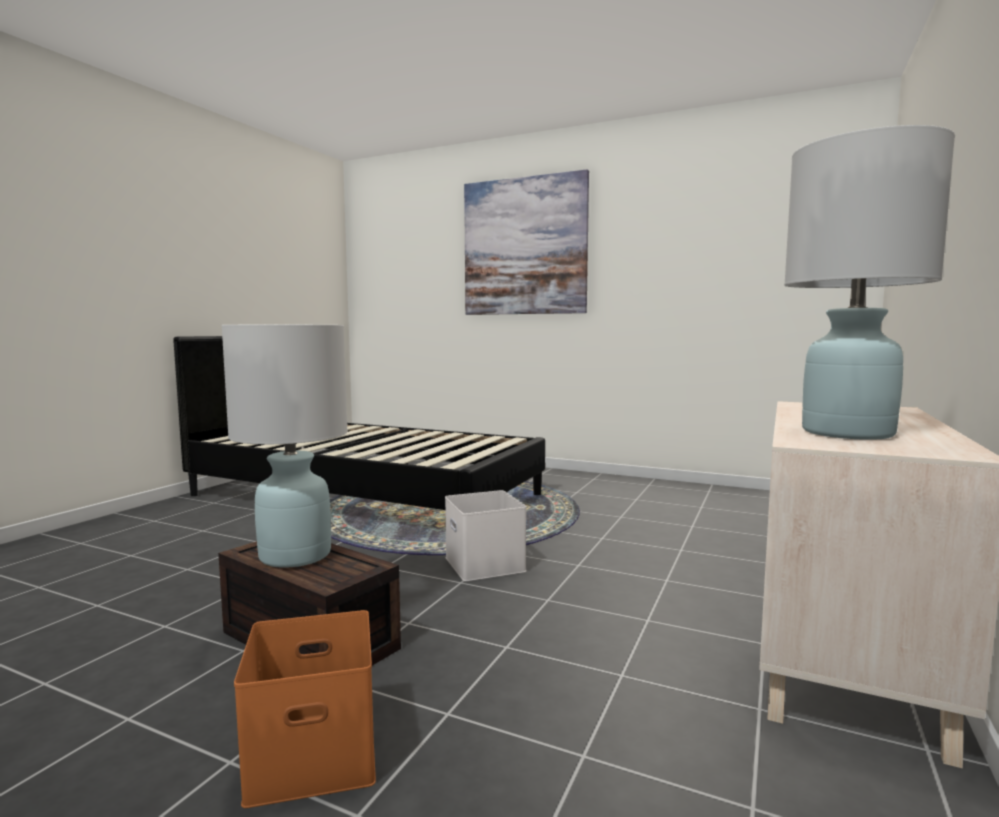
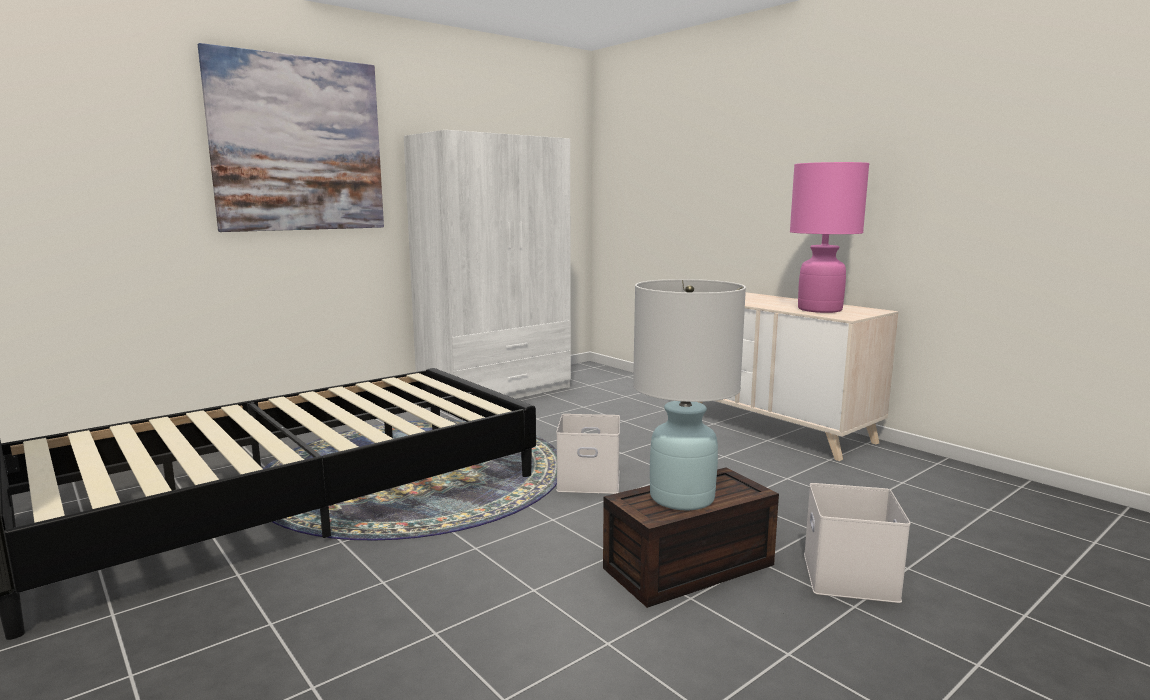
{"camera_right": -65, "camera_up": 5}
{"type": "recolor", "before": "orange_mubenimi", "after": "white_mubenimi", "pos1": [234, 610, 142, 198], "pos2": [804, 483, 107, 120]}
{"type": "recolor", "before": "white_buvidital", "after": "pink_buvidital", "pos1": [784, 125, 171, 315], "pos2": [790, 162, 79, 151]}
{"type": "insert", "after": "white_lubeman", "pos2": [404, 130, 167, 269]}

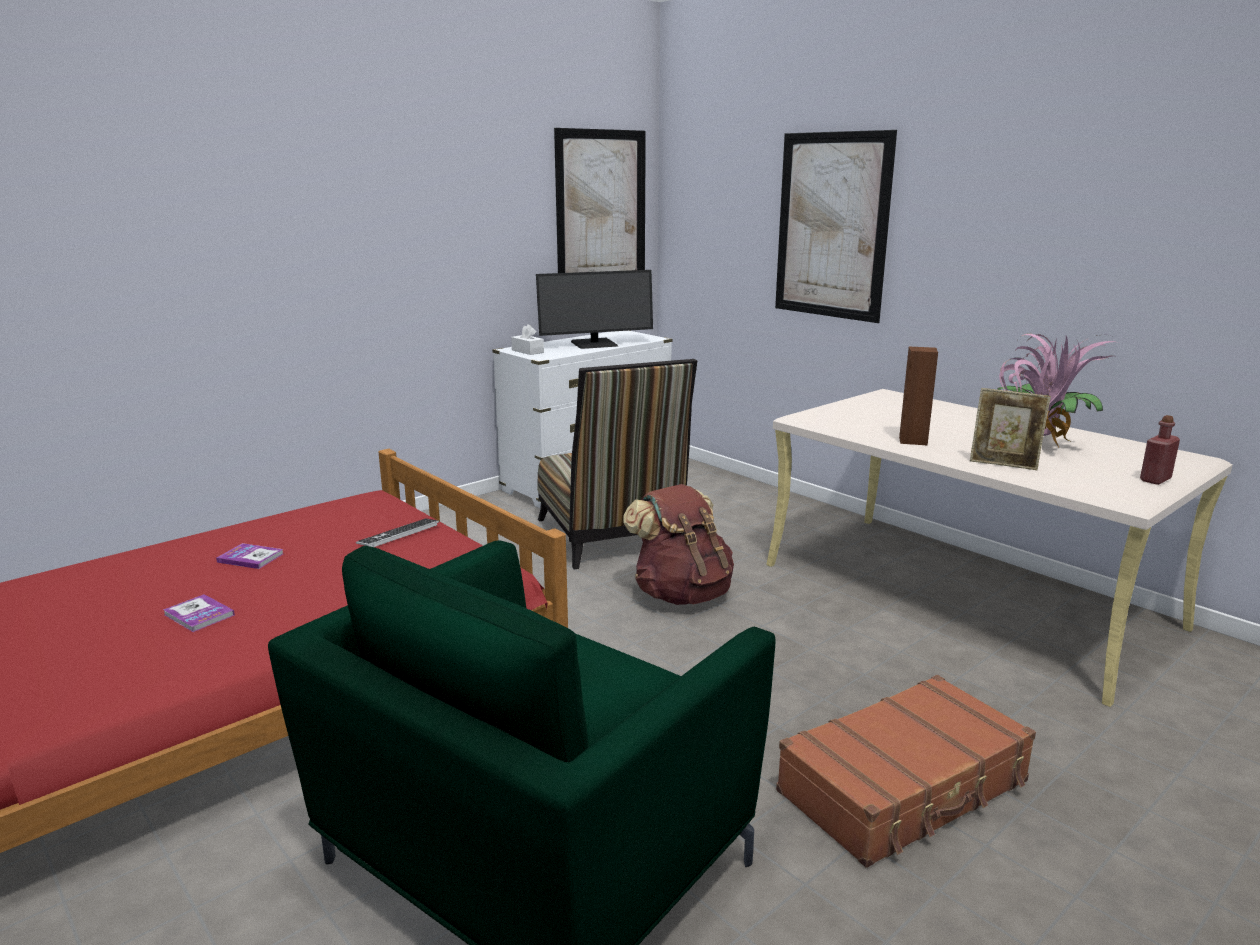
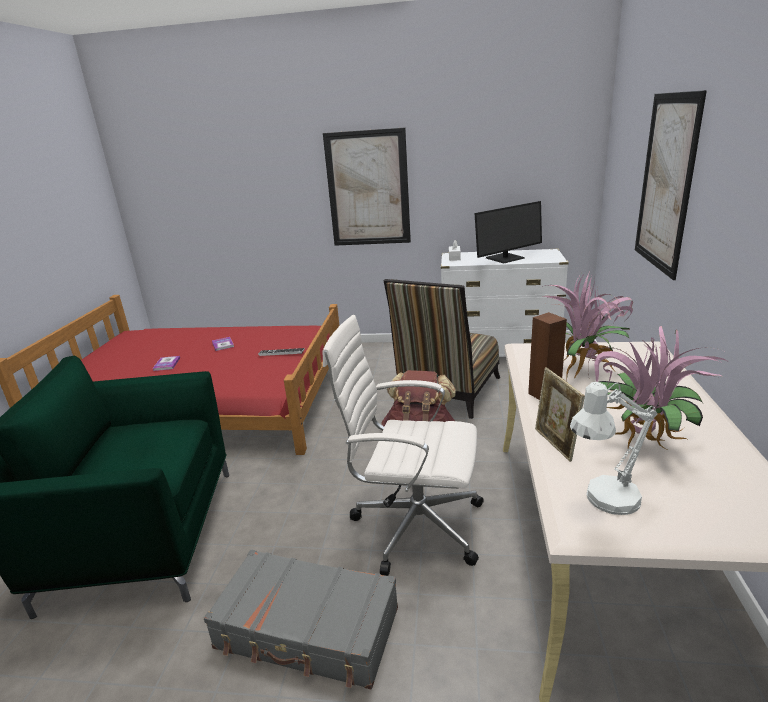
{"camera_right": 50, "camera_up": 5}
{"type": "rotate", "before": "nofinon", "pos1": [536, 270, 117, 79], "pos2": [474, 201, 68, 62], "turn": -60}
{"type": "move", "before": "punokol", "pos1": [554, 128, 92, 145], "pos2": [323, 128, 88, 118]}
{"type": "recolor", "before": "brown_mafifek", "after": "grey_mafifek", "pos1": [776, 675, 260, 193], "pos2": [204, 549, 194, 140]}
{"type": "delete", "before": "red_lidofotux", "pos1": [1140, 415, 40, 70]}
{"type": "insert", "after": "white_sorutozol", "pos2": [322, 315, 162, 261]}
{"type": "insert", "after": "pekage", "pos2": [542, 270, 91, 111]}
{"type": "insert", "after": "white_buvidital", "pos2": [570, 382, 88, 133]}

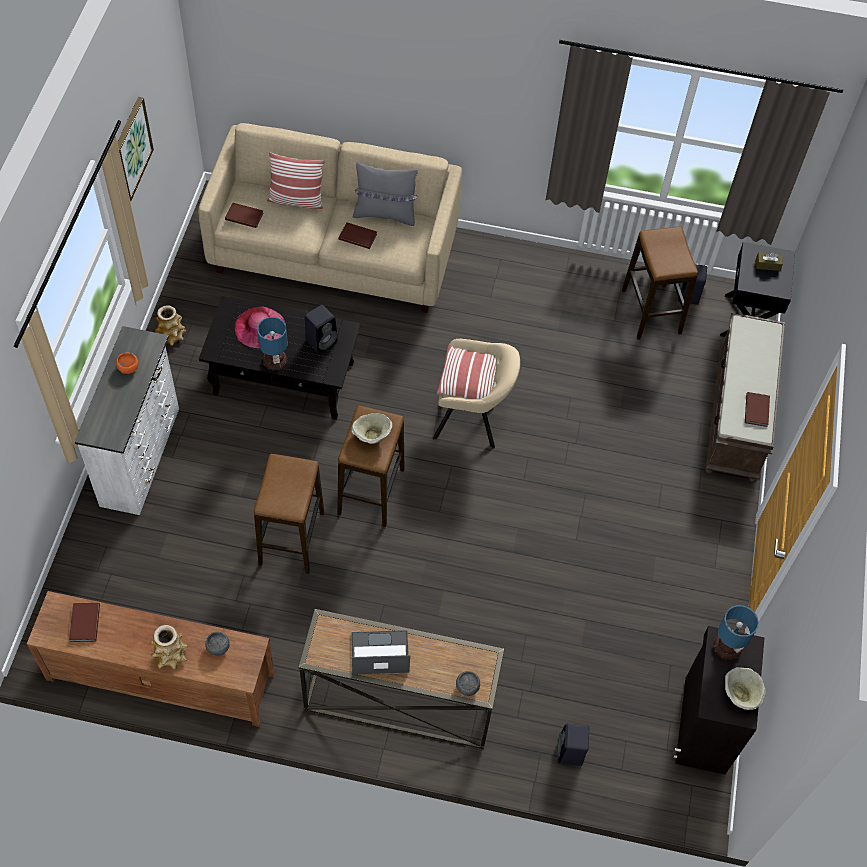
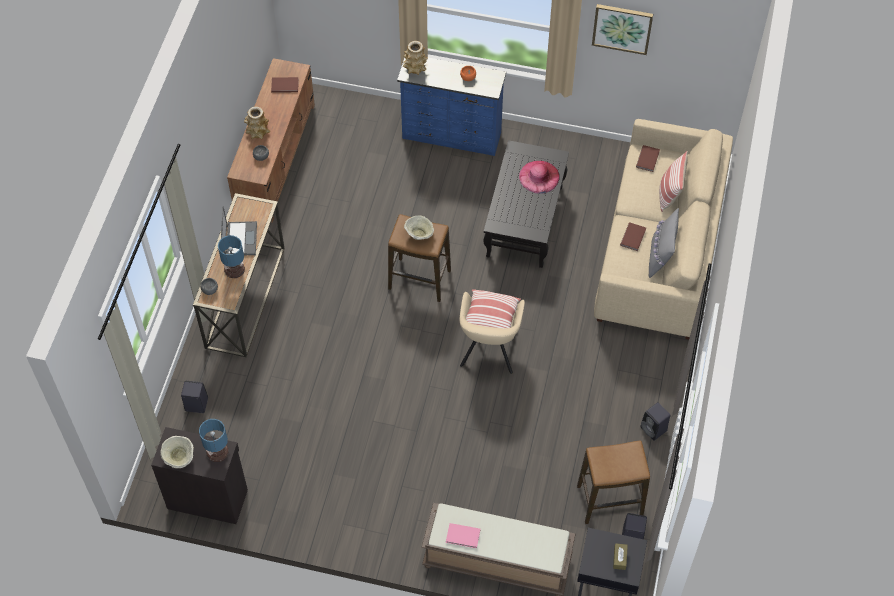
{"camera_right": 95, "camera_up": 0}
{"type": "recolor", "before": "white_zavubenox", "after": "blue_zavubenox", "pos1": [75, 326, 104, 189], "pos2": [397, 54, 109, 102]}
{"type": "move", "before": "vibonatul", "pos1": [155, 305, 31, 41], "pos2": [403, 41, 25, 34]}
{"type": "delete", "before": "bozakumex", "pos1": [254, 454, 70, 120]}
{"type": "move", "before": "buvidital", "pos1": [257, 317, 31, 53], "pos2": [218, 235, 27, 43]}
{"type": "move", "before": "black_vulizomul", "pos1": [305, 305, 33, 48], "pos2": [641, 402, 30, 39]}
{"type": "recolor", "before": "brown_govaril", "after": "pink_govaril", "pos1": [745, 392, 25, 35], "pos2": [446, 523, 35, 25]}

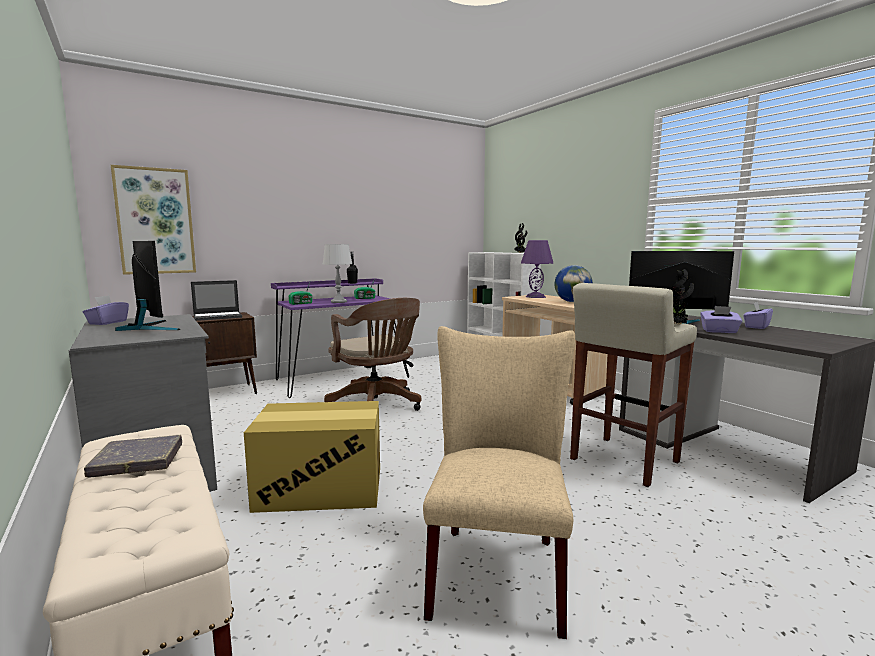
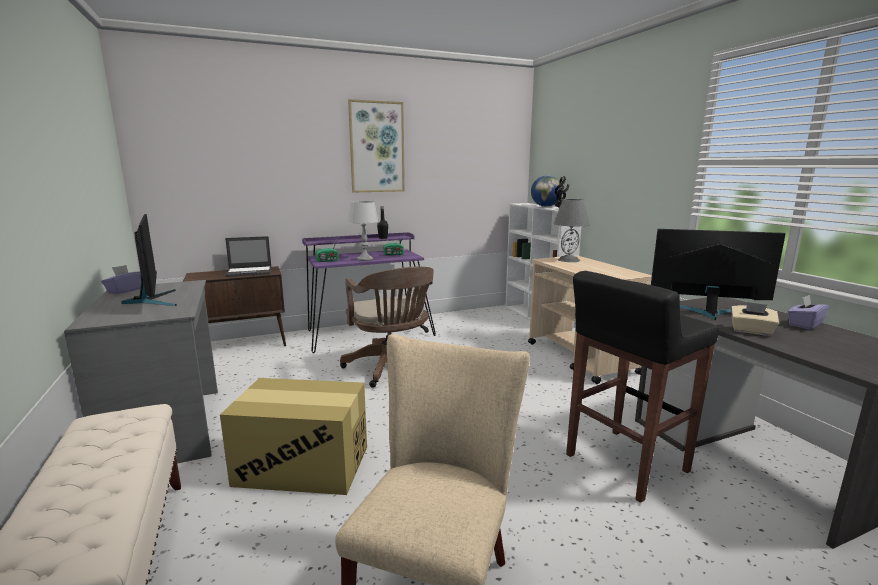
{"camera_right": 10, "camera_up": 5}
{"type": "delete", "before": "grey_govaril", "pos1": [84, 435, 98, 43]}
{"type": "move", "before": "punokol", "pos1": [111, 165, 85, 110], "pos2": [348, 99, 57, 94]}
{"type": "recolor", "before": "purple_buvidital", "after": "grey_buvidital", "pos1": [521, 240, 32, 58], "pos2": [554, 199, 36, 63]}
{"type": "move", "before": "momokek", "pos1": [554, 265, 39, 37], "pos2": [531, 175, 31, 32]}
{"type": "recolor", "before": "beige_bozakumex", "after": "black_bozakumex", "pos1": [570, 283, 127, 204], "pos2": [566, 271, 153, 232]}
{"type": "delete", "before": "pekage", "pos1": [670, 269, 24, 56]}
{"type": "recolor", "before": "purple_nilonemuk", "after": "beige_nilonemuk", "pos1": [700, 306, 42, 27], "pos2": [731, 302, 48, 34]}

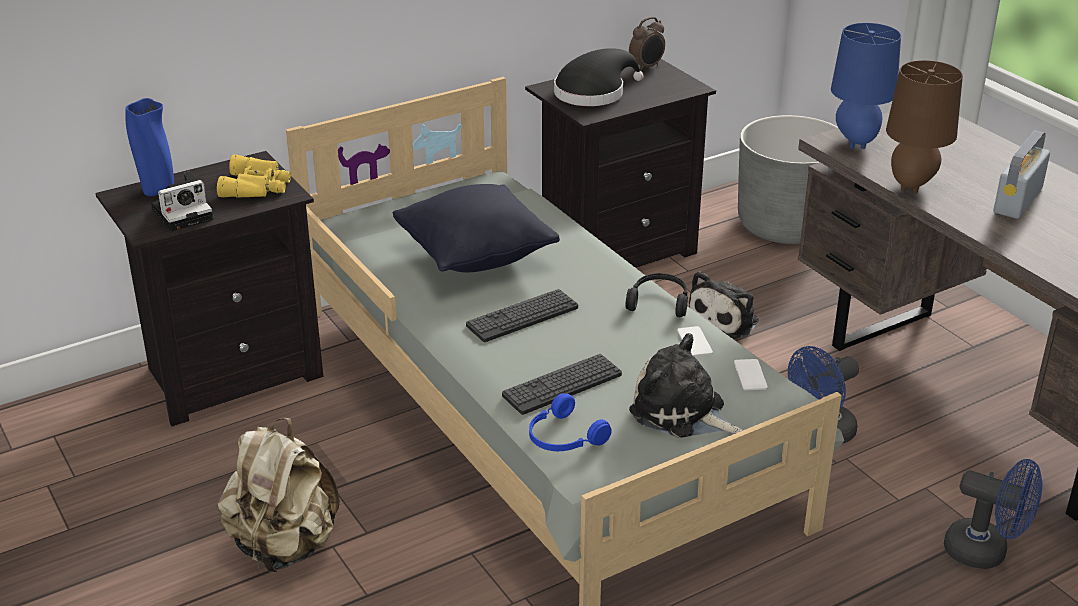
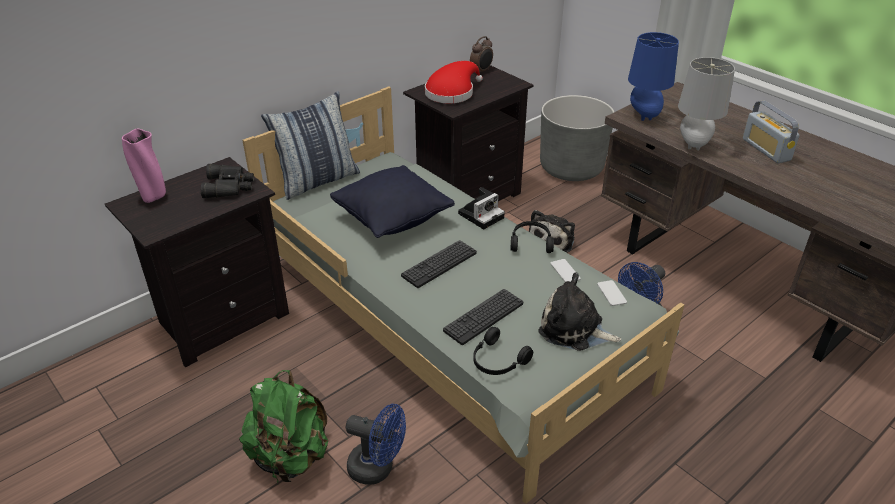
{"camera_right": -10, "camera_up": 5}
{"type": "recolor", "before": "blue_vibonatul", "after": "pink_vibonatul", "pos1": [125, 98, 49, 98], "pos2": [122, 129, 44, 74]}
{"type": "move", "before": "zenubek", "pos1": [151, 171, 62, 60], "pos2": [458, 187, 47, 43]}
{"type": "recolor", "before": "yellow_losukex", "after": "black_losukex", "pos1": [217, 155, 74, 43], "pos2": [201, 164, 53, 34]}
{"type": "recolor", "before": "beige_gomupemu", "after": "green_gomupemu", "pos1": [217, 418, 123, 154], "pos2": [239, 370, 89, 114]}
{"type": "recolor", "before": "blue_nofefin", "after": "black_nofefin", "pos1": [529, 393, 83, 58], "pos2": [473, 327, 60, 48]}
{"type": "recolor", "before": "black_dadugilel", "after": "red_dadugilel", "pos1": [554, 48, 90, 58], "pos2": [425, 61, 58, 43]}
{"type": "recolor", "before": "brown_buvidital", "after": "grey_buvidital", "pos1": [886, 60, 77, 134], "pos2": [678, 57, 57, 94]}
{"type": "move", "before": "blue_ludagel", "pos1": [944, 459, 99, 110], "pos2": [346, 404, 60, 81]}
{"type": "rotate", "before": "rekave", "pos1": [994, 130, 56, 89], "pos2": [743, 101, 57, 62], "turn": -45}
{"type": "insert", "after": "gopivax", "pos2": [261, 91, 99, 109]}

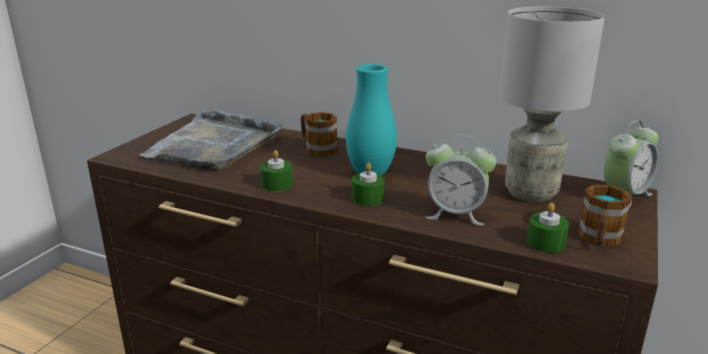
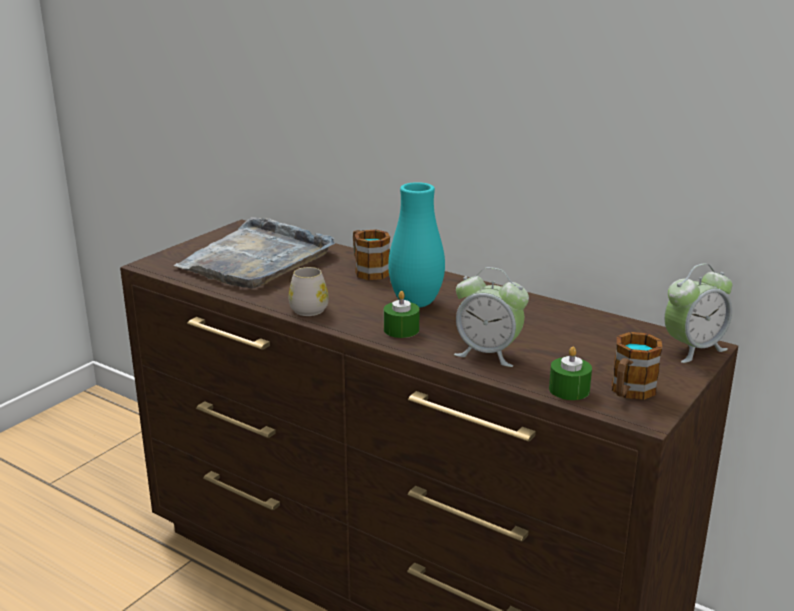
{"camera_right": 10, "camera_up": 0}
{"type": "replace", "before": "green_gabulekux", "after": "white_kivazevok", "pos1": [260, 150, 33, 42], "pos2": [289, 267, 40, 49]}
{"type": "delete", "before": "grey_buvidital", "pos1": [499, 6, 106, 196]}

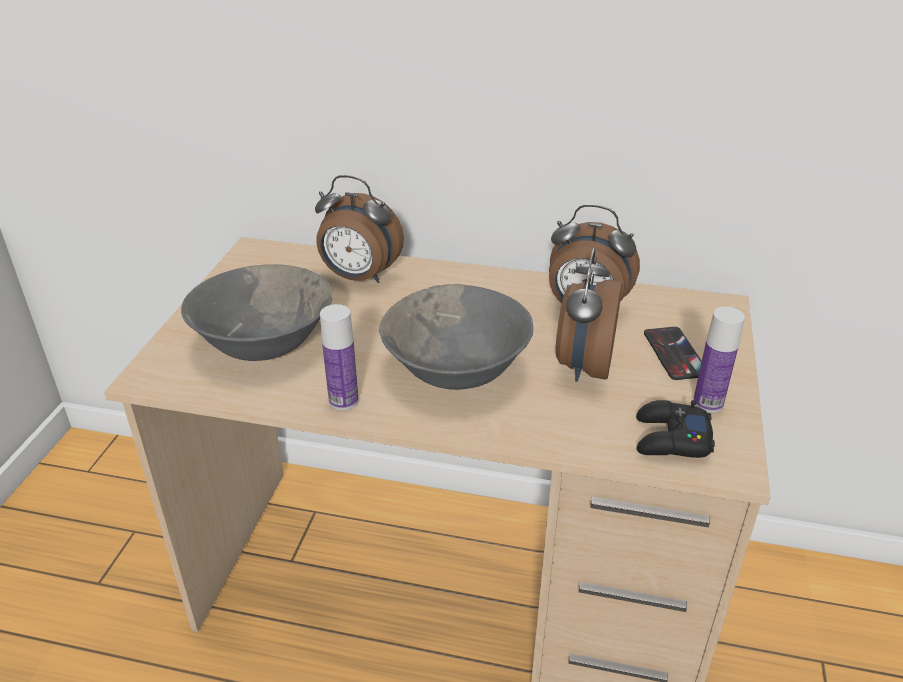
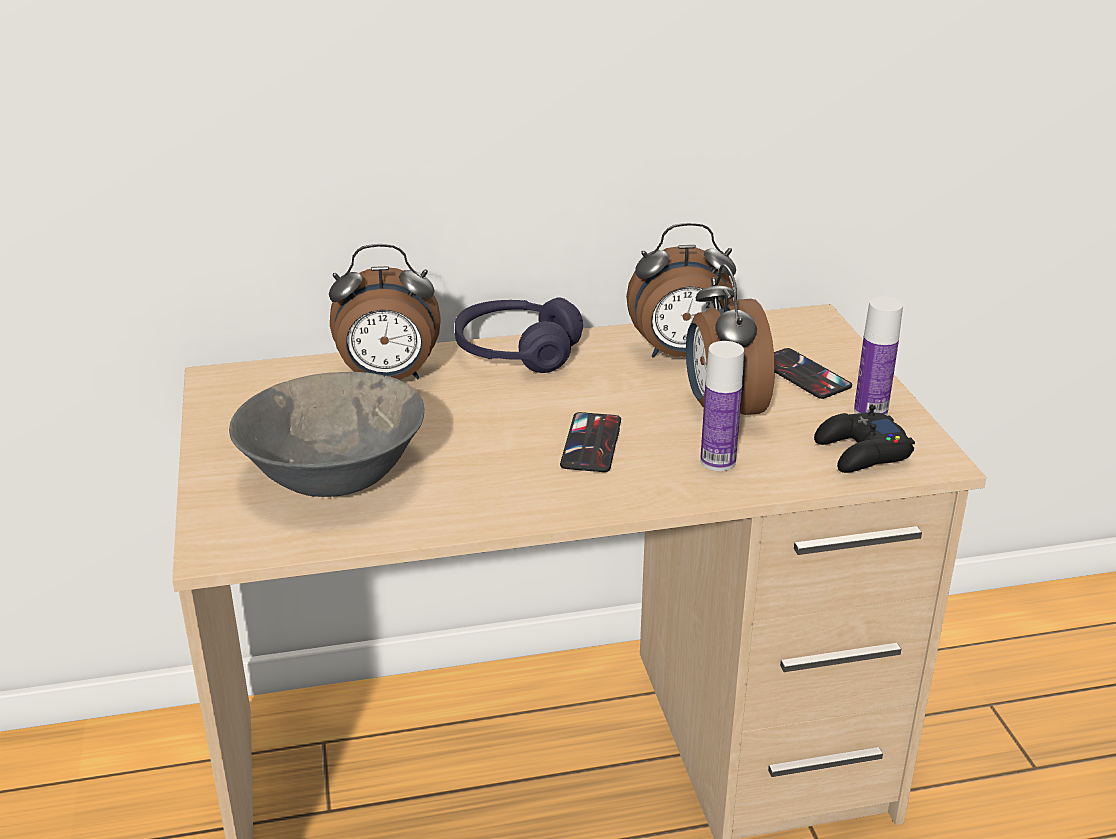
{"camera_right": -25, "camera_up": -5}
{"type": "move", "before": "lidofotux", "pos1": [320, 304, 39, 106], "pos2": [700, 341, 44, 130]}
{"type": "replace", "before": "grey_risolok", "after": "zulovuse", "pos1": [379, 284, 154, 106], "pos2": [560, 412, 61, 60]}
{"type": "insert", "after": "purple_nofefin", "pos2": [455, 297, 128, 76]}

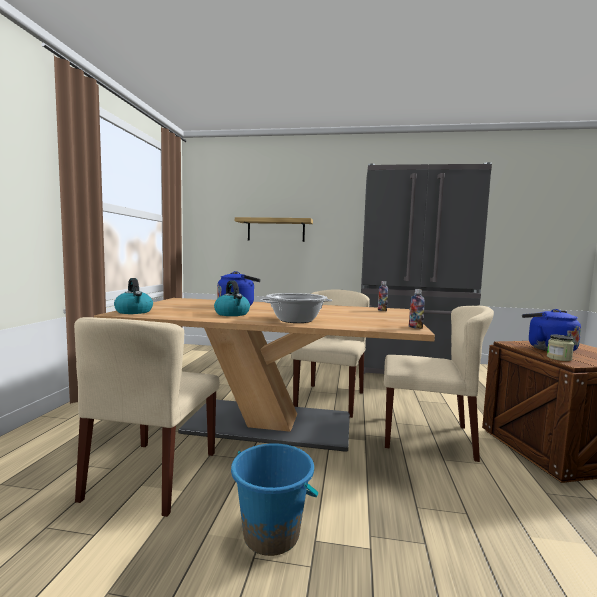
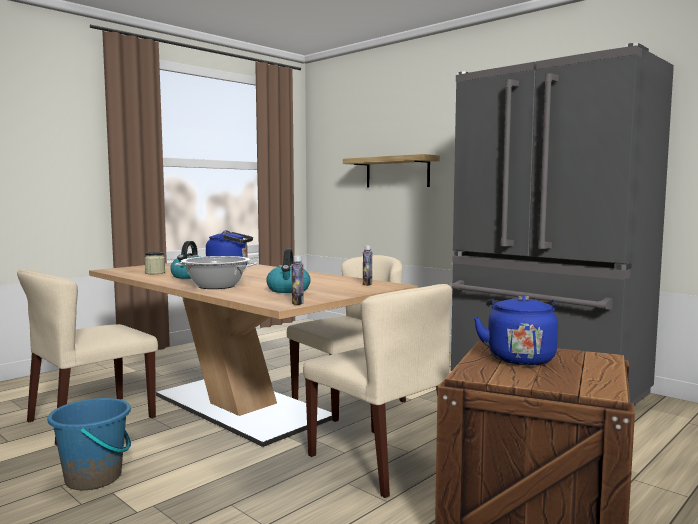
{"camera_right": 35, "camera_up": 0}
{"type": "move", "before": "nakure", "pos1": [114, 278, 39, 36], "pos2": [267, 249, 44, 44]}
{"type": "move", "before": "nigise", "pos1": [547, 335, 27, 26], "pos2": [145, 252, 20, 22]}

